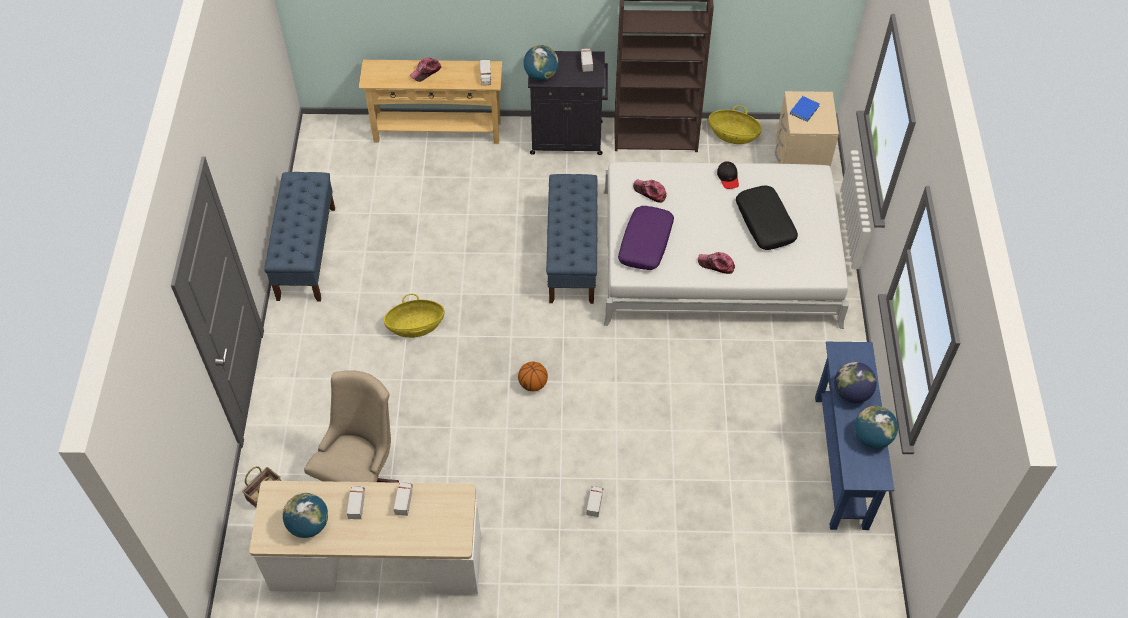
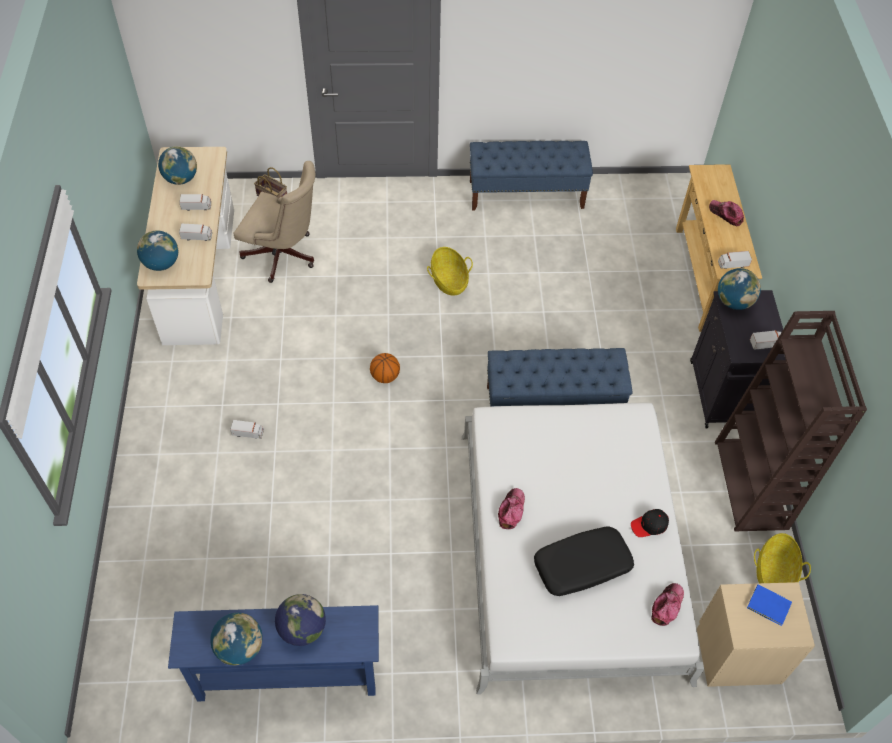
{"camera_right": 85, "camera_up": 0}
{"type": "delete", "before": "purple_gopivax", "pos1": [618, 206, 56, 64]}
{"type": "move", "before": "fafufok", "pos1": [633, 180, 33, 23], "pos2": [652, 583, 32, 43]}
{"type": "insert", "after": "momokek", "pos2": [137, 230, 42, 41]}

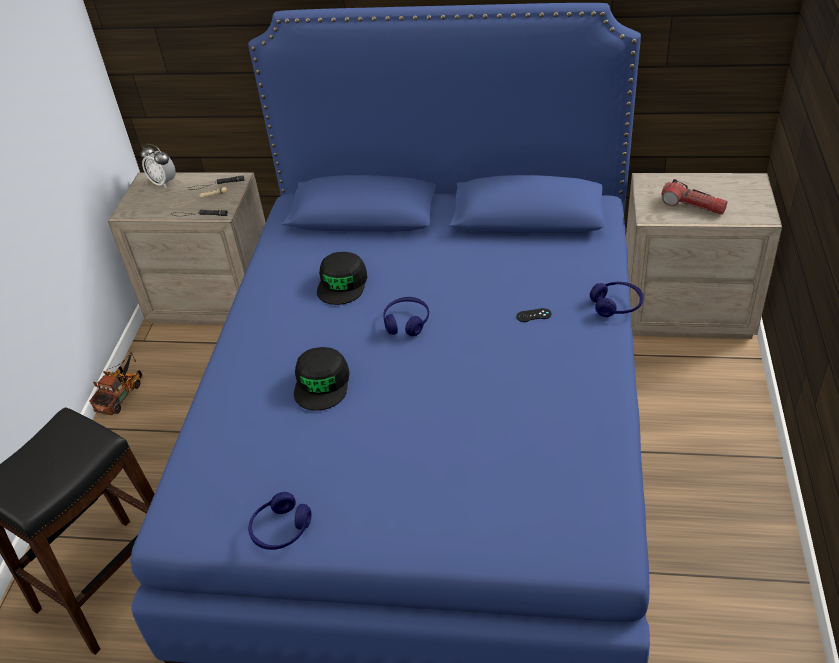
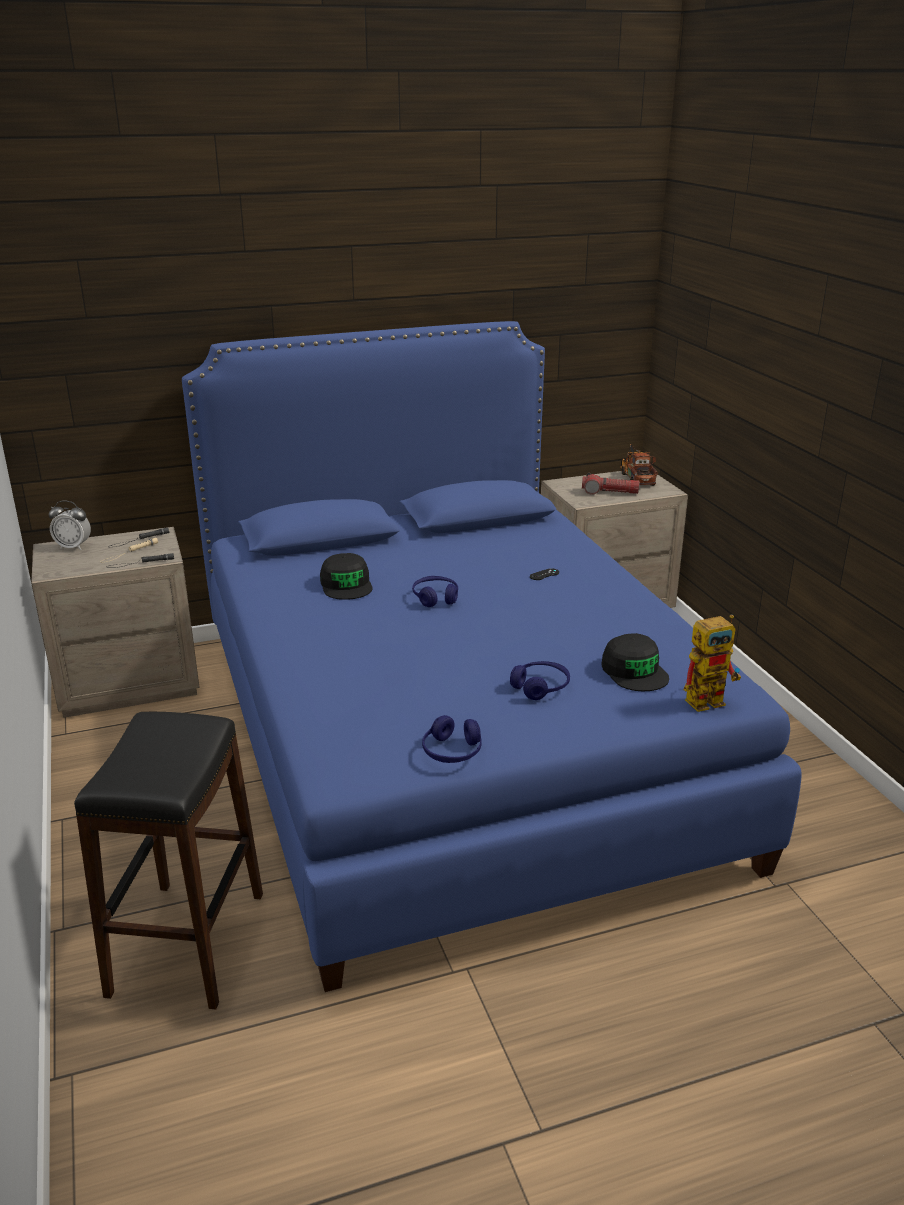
{"camera_right": -30, "camera_up": -15}
{"type": "move", "before": "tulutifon", "pos1": [89, 353, 54, 62], "pos2": [620, 443, 38, 43]}
{"type": "move", "before": "black_fafufok", "pos1": [294, 347, 56, 63], "pos2": [601, 633, 68, 58]}
{"type": "move", "before": "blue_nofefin", "pos1": [590, 282, 53, 35], "pos2": [510, 661, 60, 39]}
{"type": "insert", "after": "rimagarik", "pos2": [684, 615, 57, 97]}

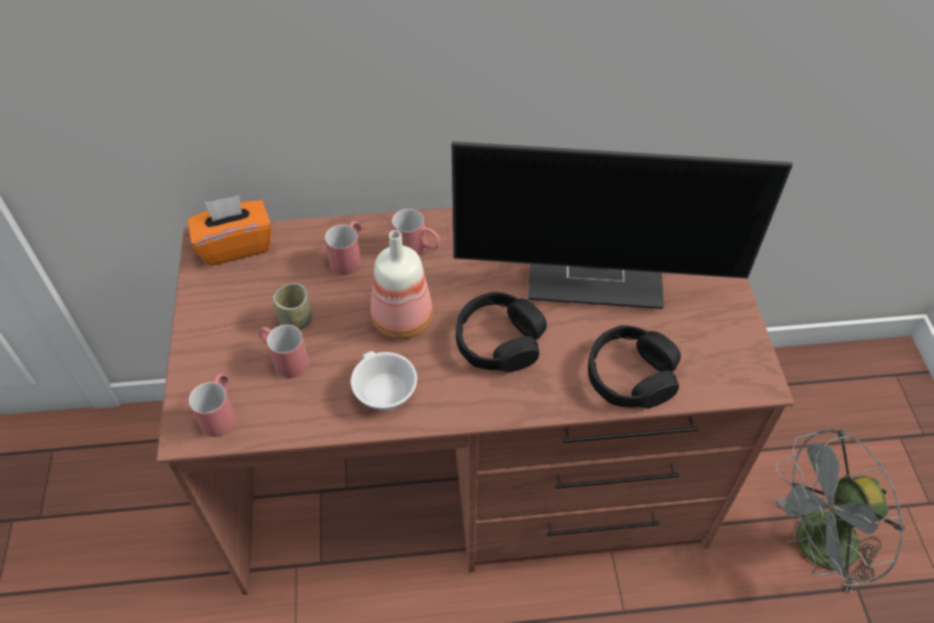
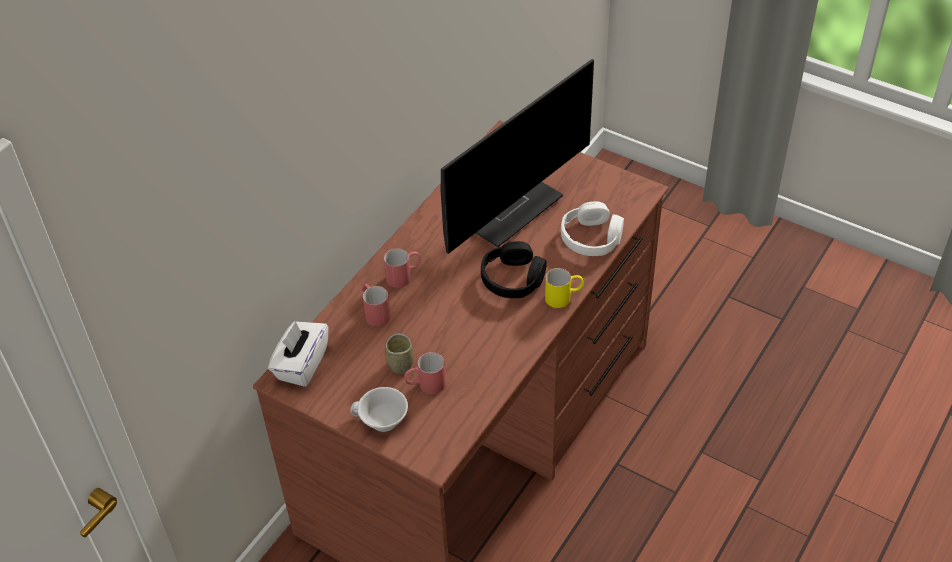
{"camera_right": -50, "camera_up": -5}
{"type": "recolor", "before": "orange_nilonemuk", "after": "white_nilonemuk", "pos1": [188, 195, 84, 71], "pos2": [268, 321, 61, 66]}
{"type": "delete", "before": "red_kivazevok", "pos1": [189, 373, 47, 64]}
{"type": "move", "before": "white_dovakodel", "pos1": [351, 351, 66, 60], "pos2": [350, 387, 58, 45]}
{"type": "delete", "before": "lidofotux", "pos1": [371, 230, 62, 109]}
{"type": "recolor", "before": "black_nofefin", "after": "white_nofefin", "pos1": [588, 325, 93, 84], "pos2": [561, 201, 63, 55]}
{"type": "delete", "before": "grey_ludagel", "pos1": [773, 429, 132, 165]}
{"type": "insert", "after": "yellow_kivazevok", "pos2": [545, 268, 39, 40]}

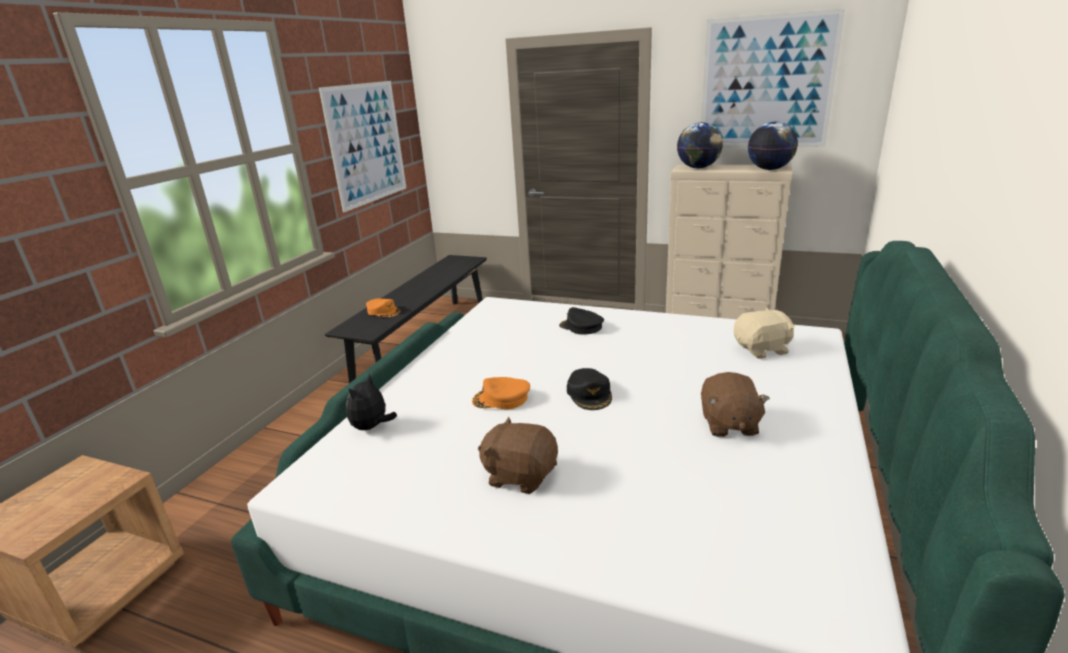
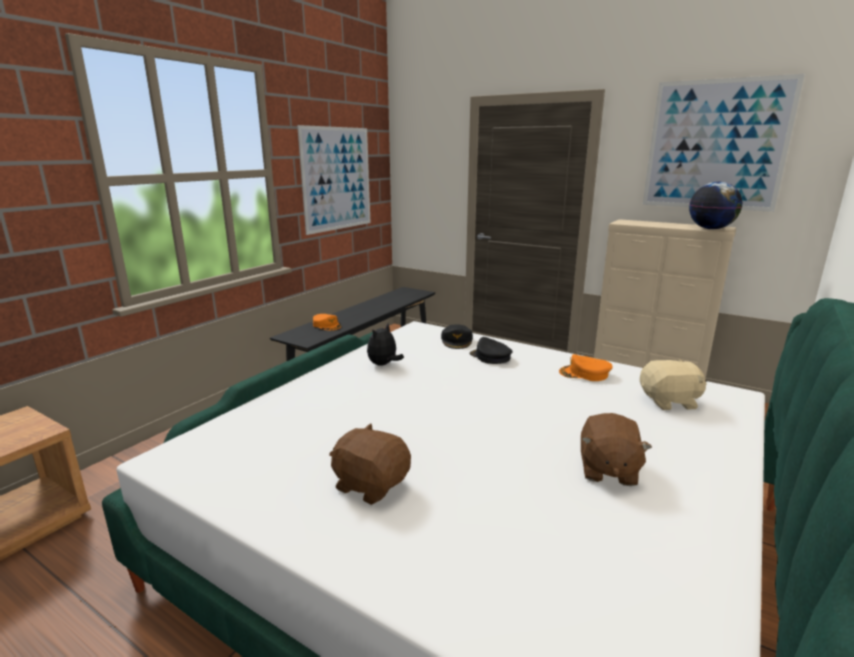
{"camera_right": 10, "camera_up": -5}
{"type": "move", "before": "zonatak", "pos1": [346, 373, 51, 57], "pos2": [367, 324, 37, 42]}
{"type": "move", "before": "orange_fafufok", "pos1": [472, 377, 58, 33], "pos2": [559, 354, 54, 27]}
{"type": "move", "before": "black_fafufok", "pos1": [567, 368, 45, 42], "pos2": [441, 324, 32, 25]}
{"type": "delete", "before": "momokek", "pos1": [677, 122, 46, 46]}

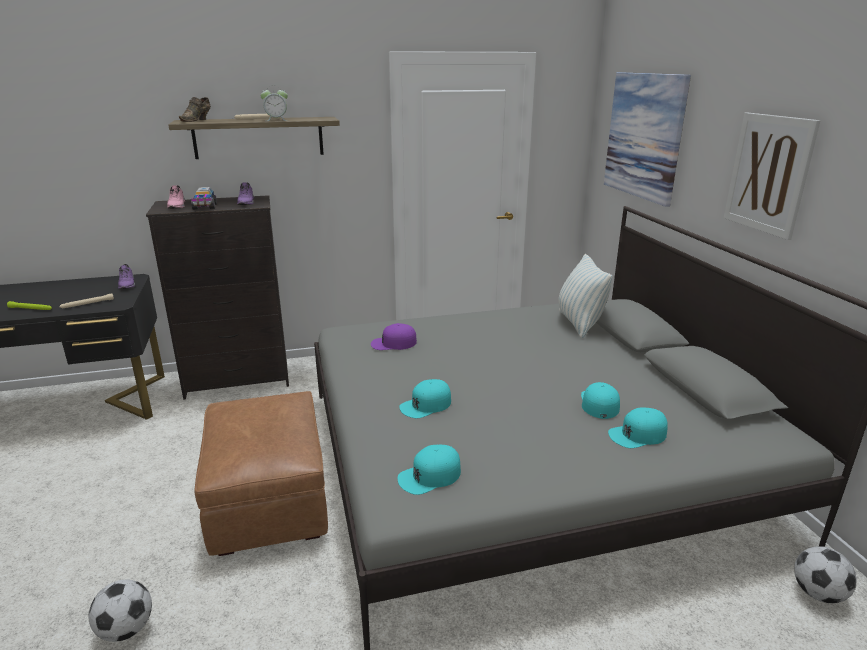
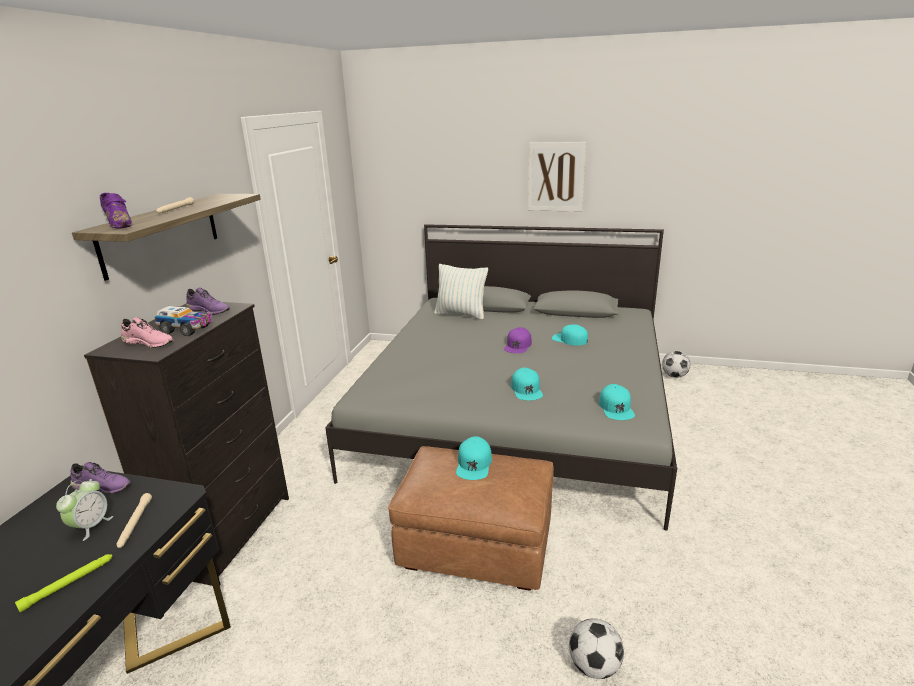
{"camera_right": -60, "camera_up": 0}
{"type": "recolor", "before": "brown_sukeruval", "after": "purple_sukeruval", "pos1": [179, 97, 32, 25], "pos2": [100, 193, 32, 35]}
{"type": "move", "before": "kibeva", "pos1": [260, 85, 28, 36], "pos2": [56, 479, 57, 62]}
{"type": "move", "before": "purple_fafufok", "pos1": [371, 323, 46, 27], "pos2": [504, 327, 28, 26]}
{"type": "delete", "before": "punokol", "pos1": [604, 72, 87, 135]}
{"type": "move", "before": "turquoise_fafufok", "pos1": [608, 407, 60, 41], "pos2": [456, 436, 36, 44]}

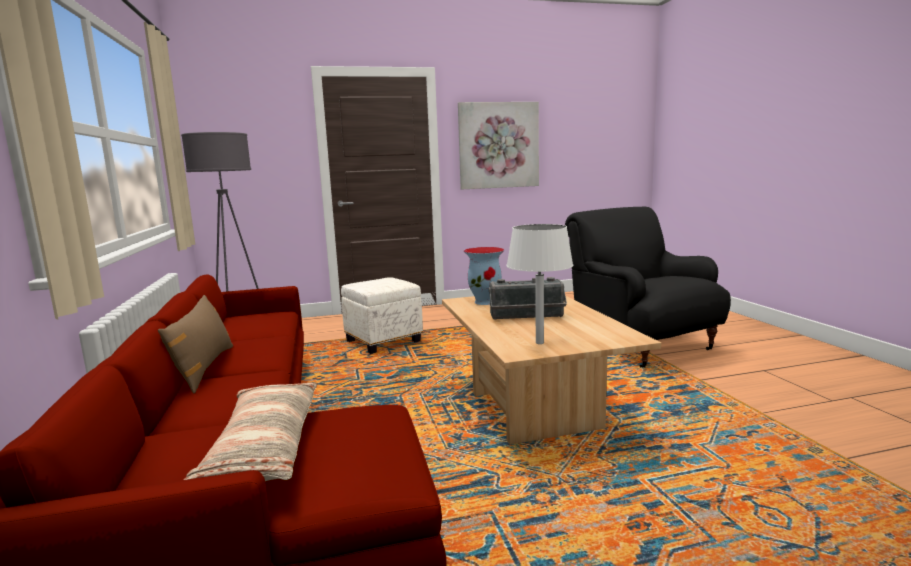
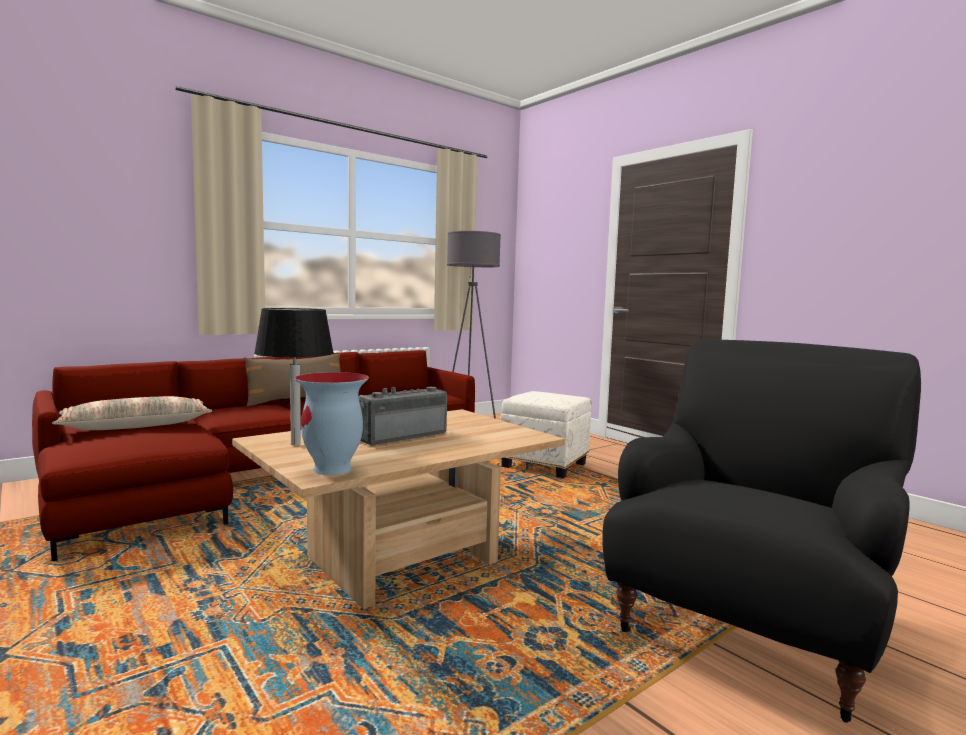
{"camera_right": 65, "camera_up": -5}
{"type": "delete", "before": "punokol", "pos1": [458, 102, 81, 87]}
{"type": "move", "before": "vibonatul", "pos1": [464, 247, 40, 58], "pos2": [295, 372, 74, 103]}
{"type": "rotate", "before": "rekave", "pos1": [489, 277, 78, 43], "pos2": [358, 387, 89, 58], "turn": 75}
{"type": "recolor", "before": "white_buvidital", "after": "black_buvidital", "pos1": [506, 224, 68, 120], "pos2": [254, 308, 80, 137]}

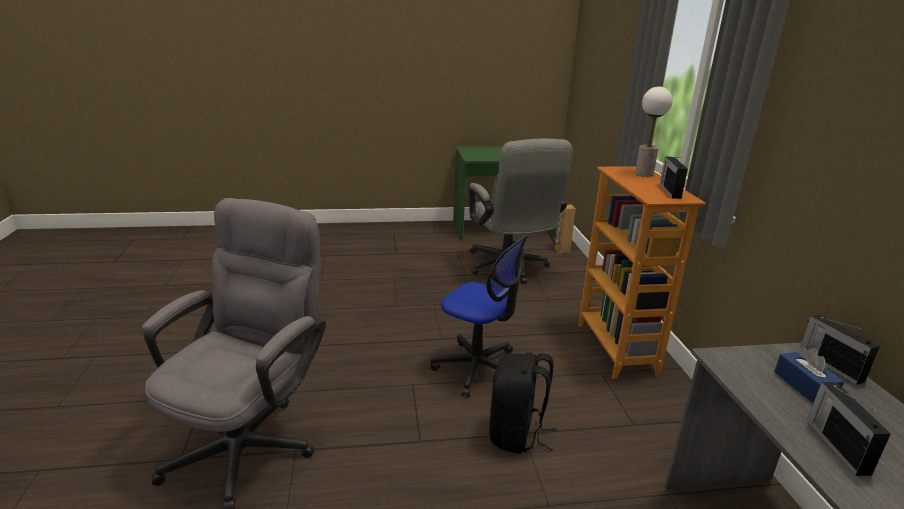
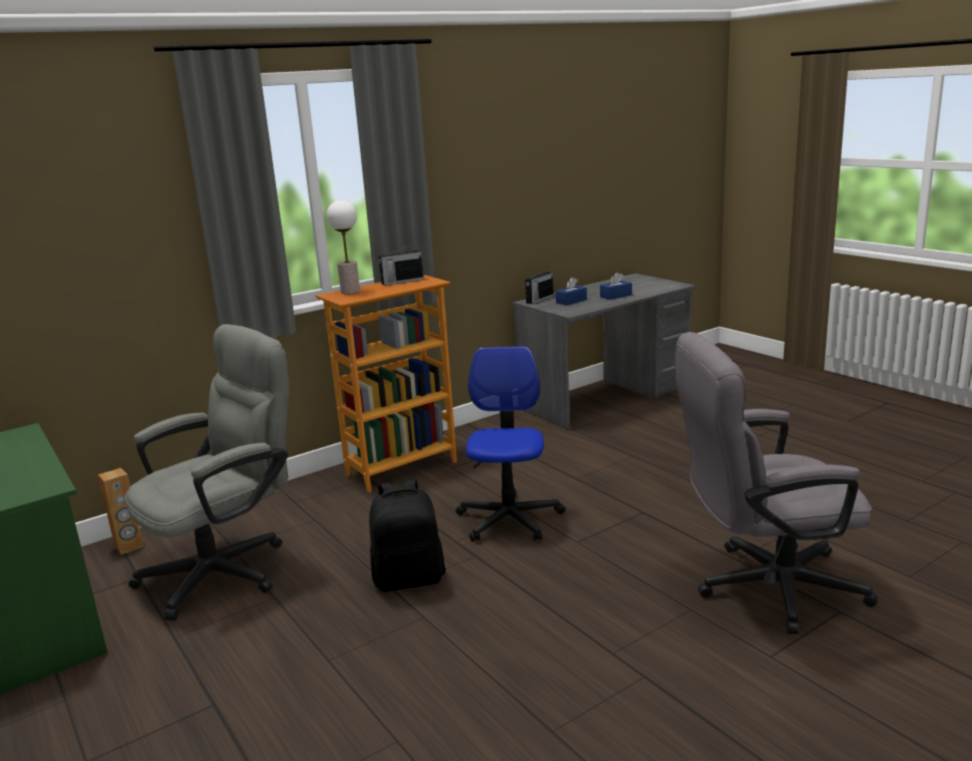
{"camera_right": -115, "camera_up": -5}
{"type": "move", "before": "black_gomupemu", "pos1": [489, 353, 67, 101], "pos2": [369, 479, 77, 113]}
{"type": "replace", "before": "rekave", "after": "blue_nilonemuk", "pos1": [807, 382, 84, 94], "pos2": [600, 272, 32, 28]}

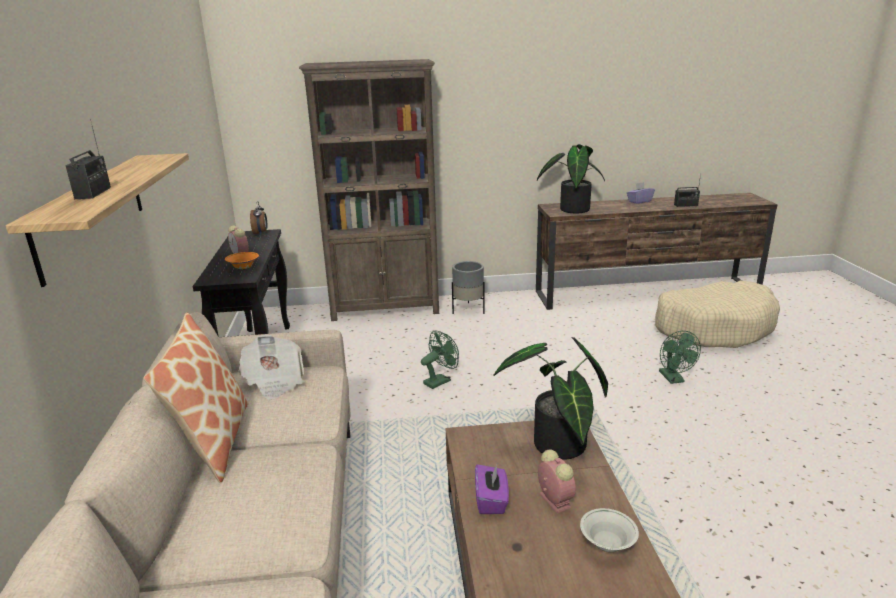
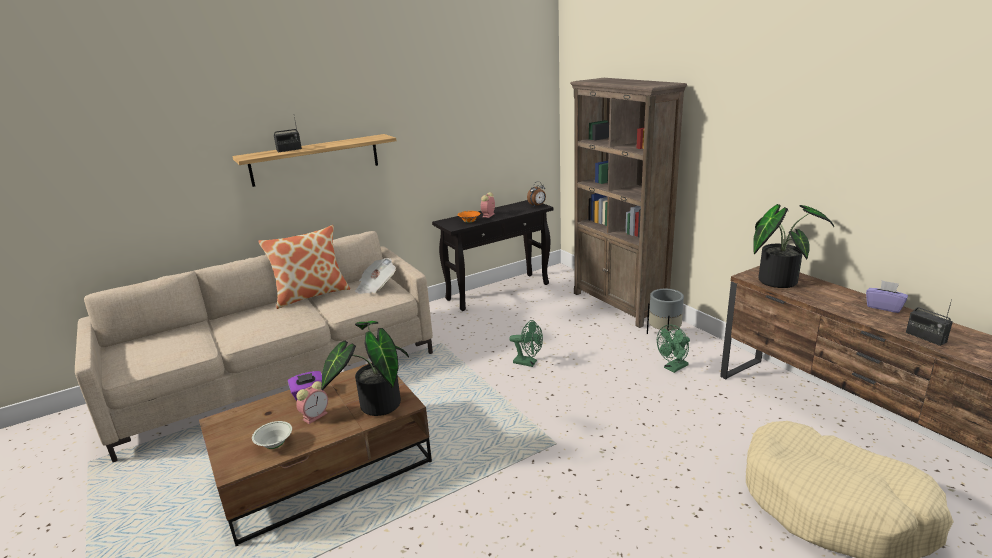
{"camera_right": 65, "camera_up": 0}
{"type": "move", "before": "green_ludagel", "pos1": [659, 331, 42, 53], "pos2": [657, 324, 33, 49]}

